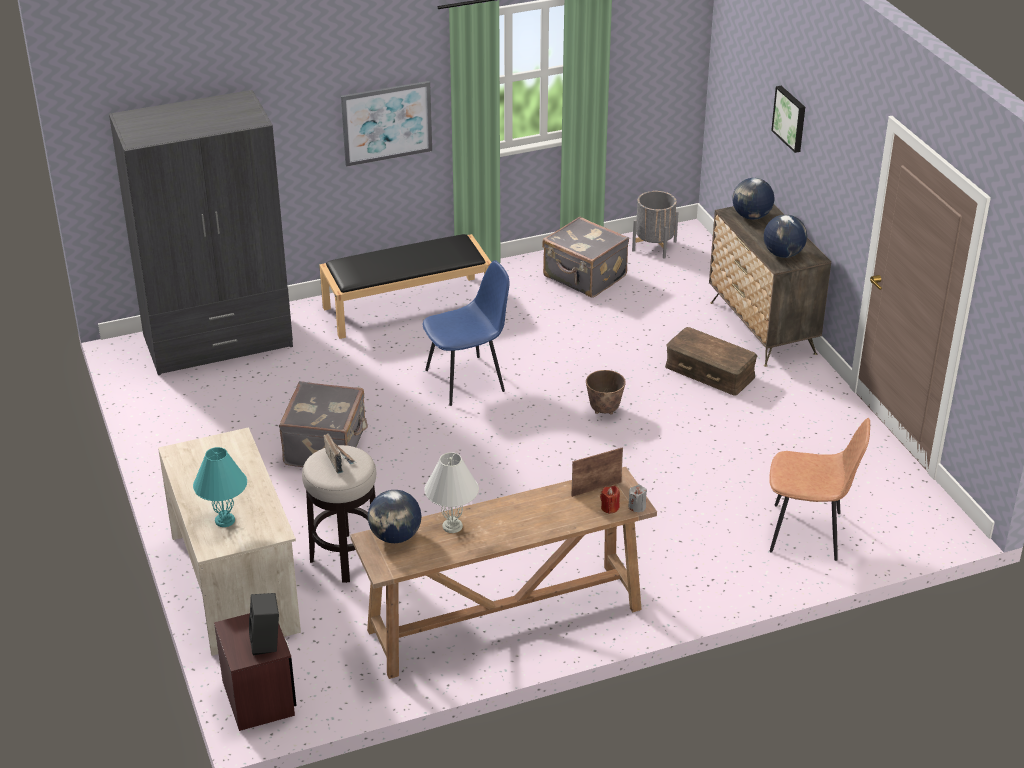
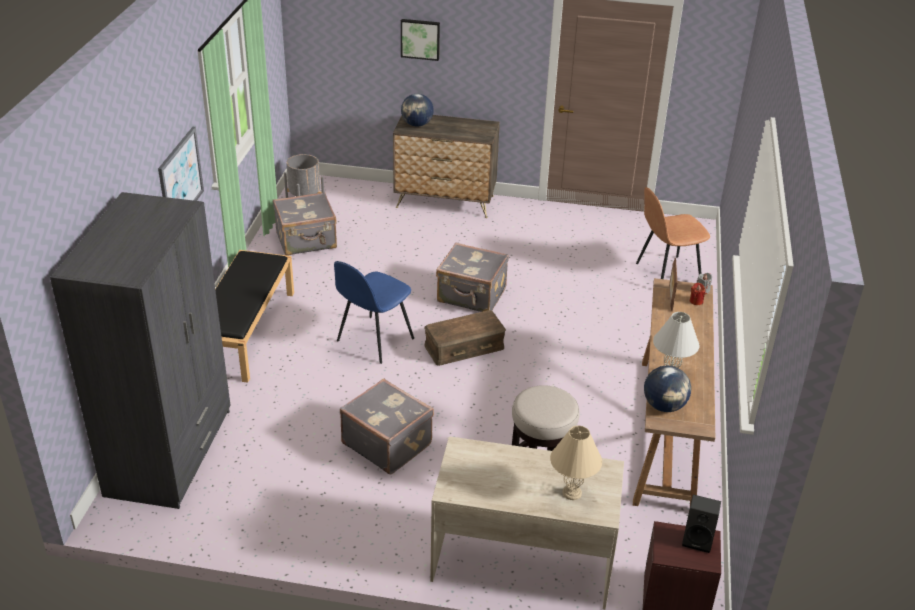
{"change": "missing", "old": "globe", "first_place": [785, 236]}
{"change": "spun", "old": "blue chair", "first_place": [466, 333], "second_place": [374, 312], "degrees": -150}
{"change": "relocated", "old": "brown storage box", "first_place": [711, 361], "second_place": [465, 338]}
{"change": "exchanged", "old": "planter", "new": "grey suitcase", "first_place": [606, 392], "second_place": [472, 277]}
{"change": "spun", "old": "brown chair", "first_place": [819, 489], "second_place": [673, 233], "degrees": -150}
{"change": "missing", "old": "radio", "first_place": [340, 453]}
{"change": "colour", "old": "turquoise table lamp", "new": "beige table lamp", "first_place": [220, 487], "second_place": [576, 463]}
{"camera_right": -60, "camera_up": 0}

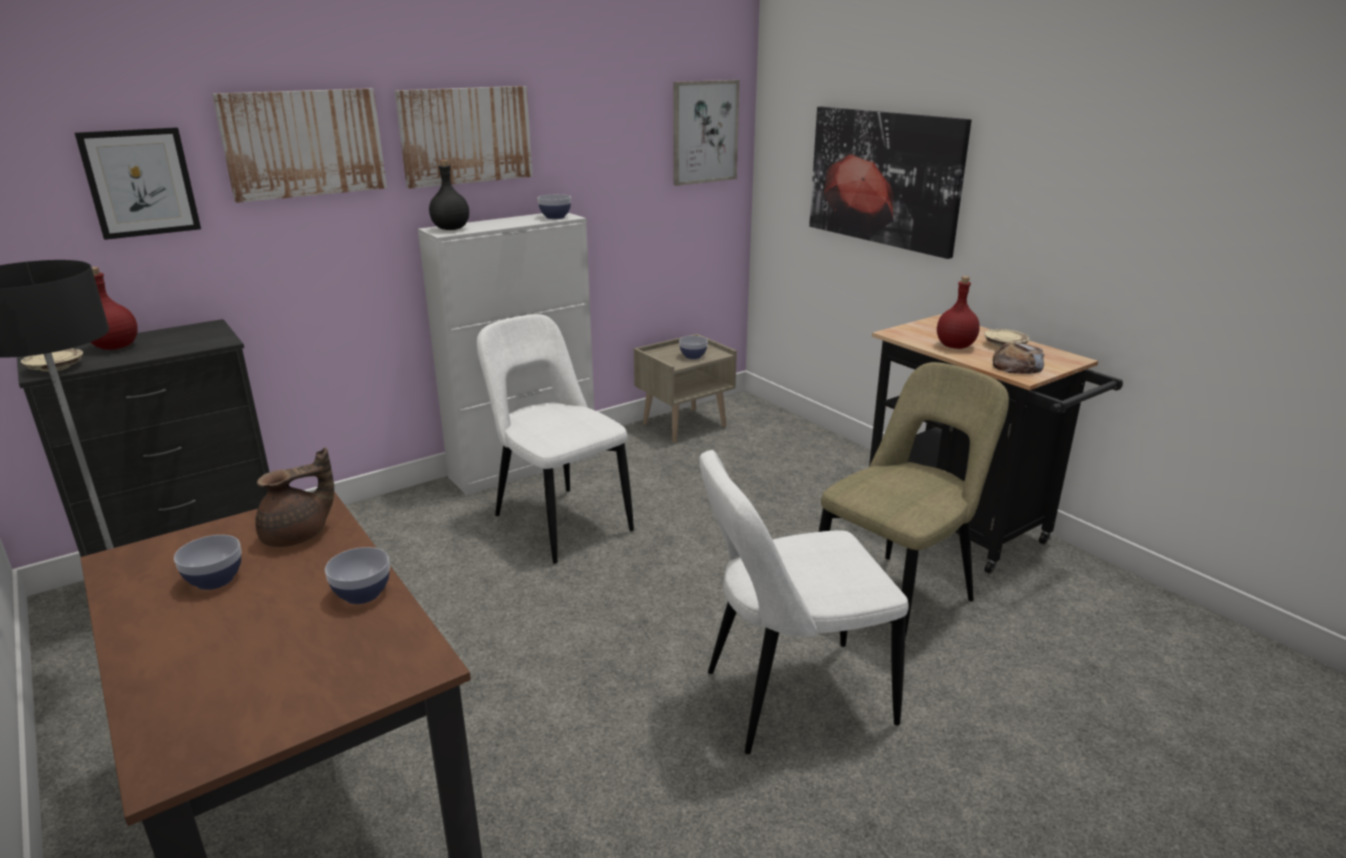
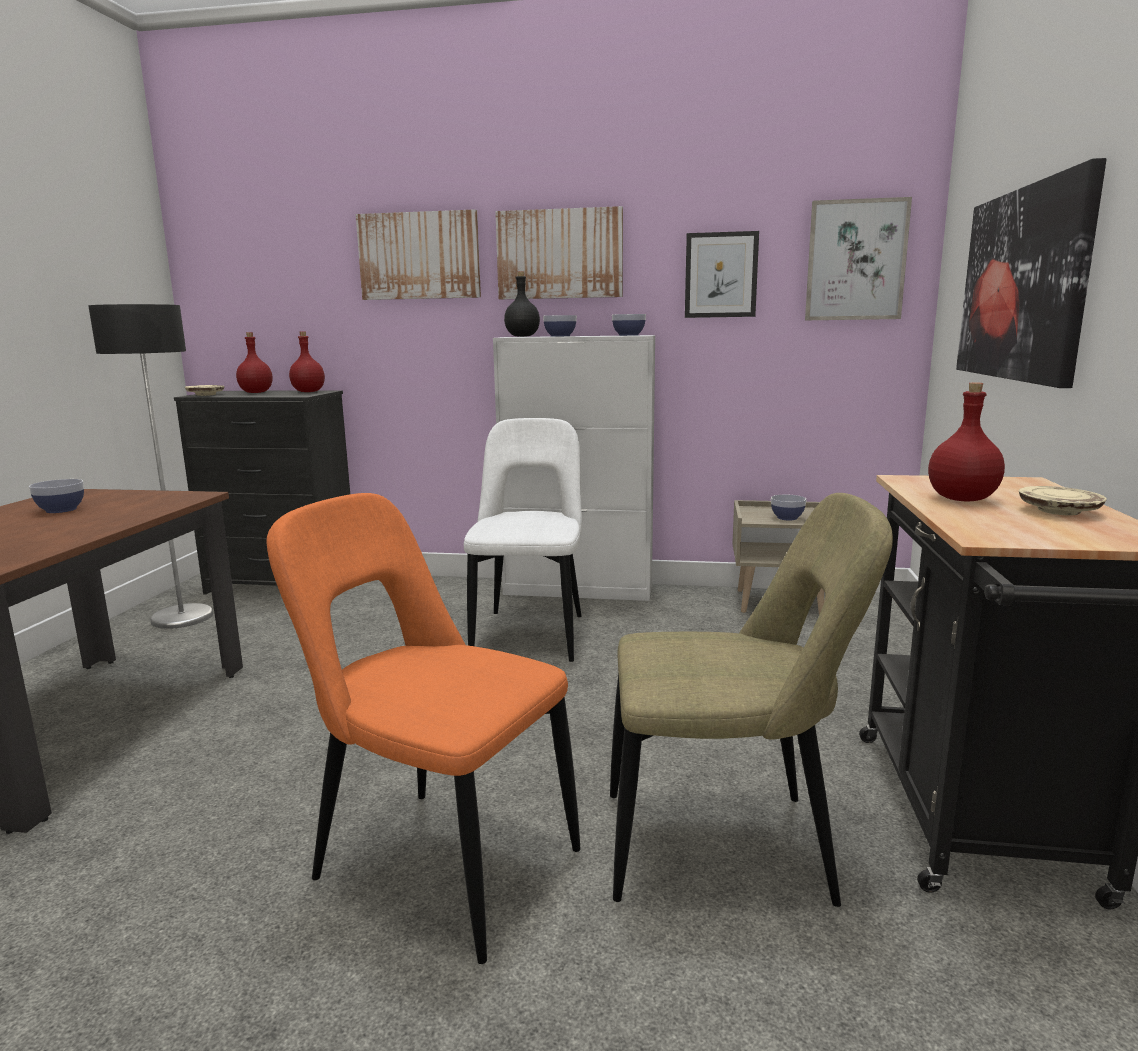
{"change": "relocated", "old": "picture", "first_place": [138, 183], "second_place": [722, 274]}
{"change": "missing", "old": "bread", "first_place": [1018, 358]}
{"change": "missing", "old": "brown teapot", "first_place": [294, 497]}
{"change": "colour", "old": "white chair", "new": "orange chair", "first_place": [804, 602], "second_place": [423, 728]}
{"change": "relocated", "old": "bowl", "first_place": [357, 575], "second_place": [560, 325]}
{"change": "appeared", "new": "red bottle", "second_place": [307, 361]}
{"camera_right": 45, "camera_up": -10}

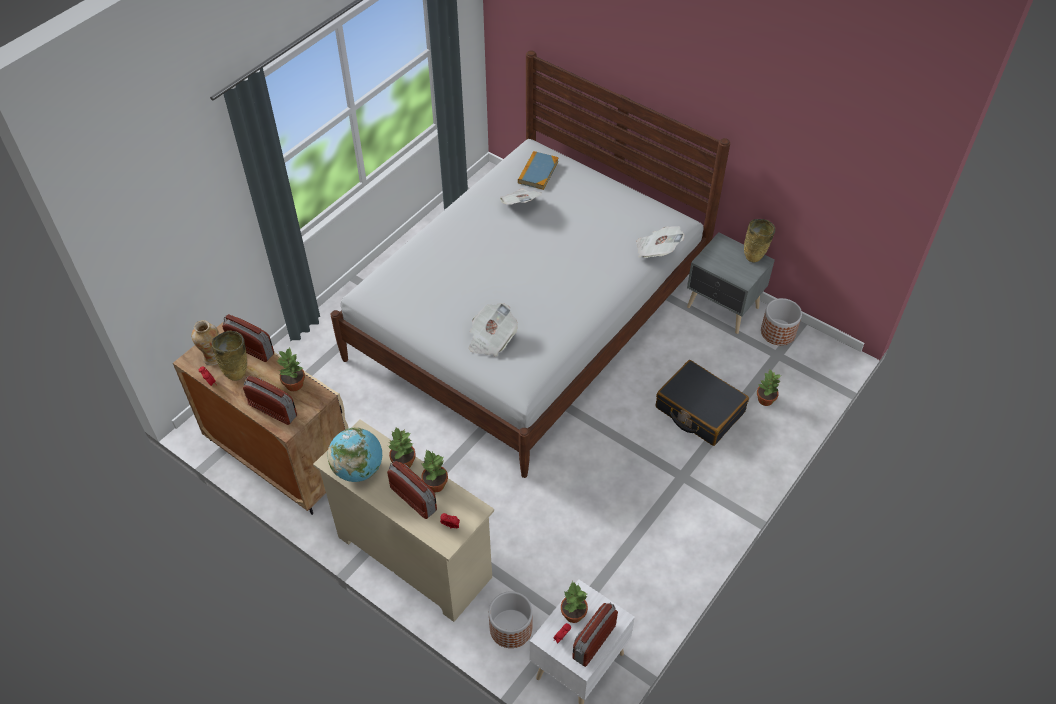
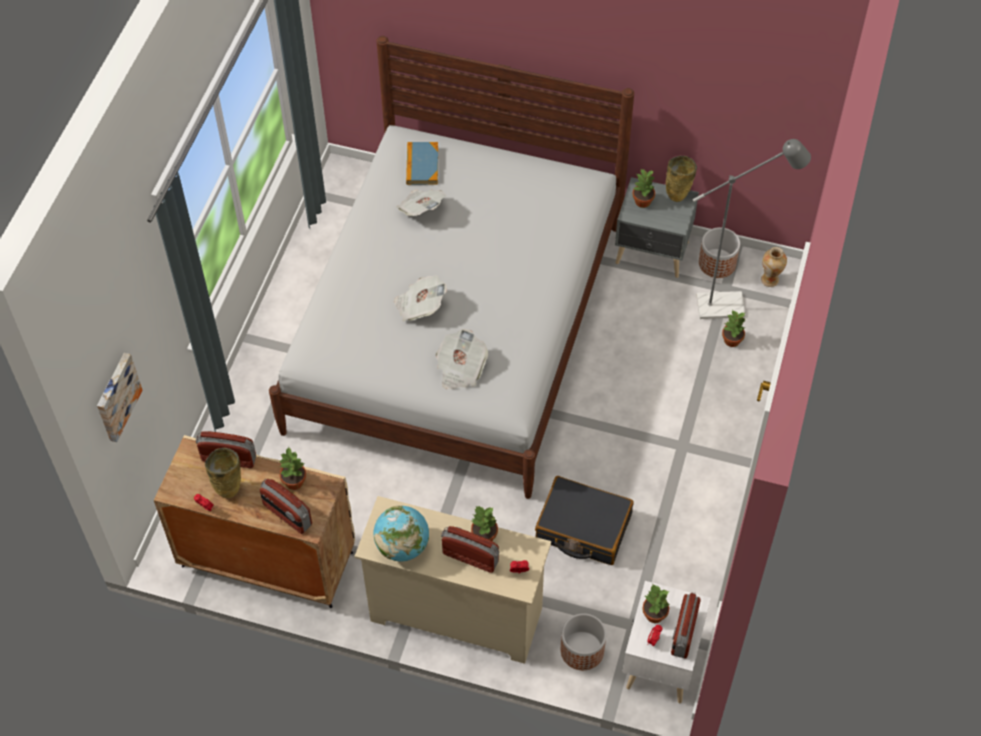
{"change": "relocated", "old": "newspaper", "first_place": [660, 242], "second_place": [420, 298]}
{"change": "relocated", "old": "vase", "first_place": [205, 343], "second_place": [774, 267]}
{"change": "relocated", "old": "black suitcase", "first_place": [702, 403], "second_place": [584, 520]}
{"change": "spun", "old": "radio", "first_place": [270, 400], "second_place": [286, 506], "degrees": -150}
{"change": "relocated", "old": "potted plant", "first_place": [402, 448], "second_place": [643, 188]}
{"change": "appeared", "new": "grey floor lamp", "second_place": [752, 229]}
{"change": "appeared", "new": "picture", "second_place": [119, 397]}
{"camera_right": -20, "camera_up": 5}

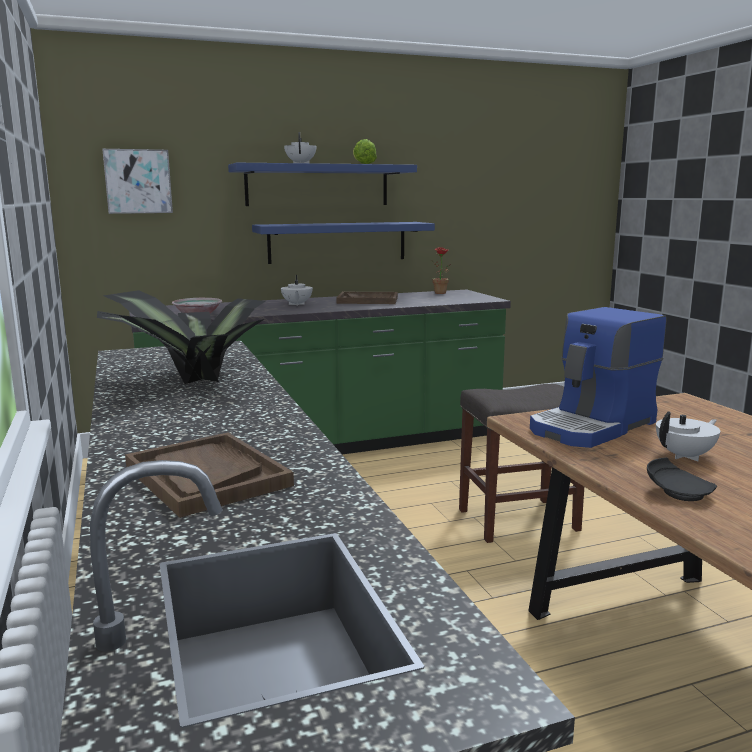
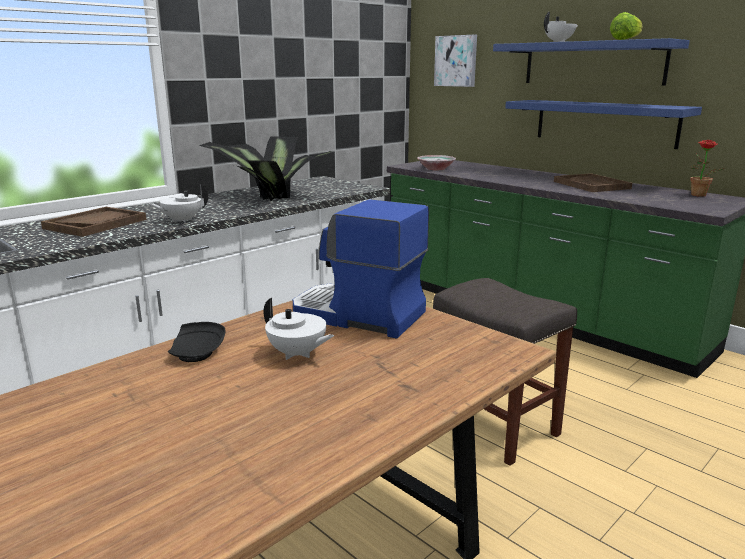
{"change": "relocated", "old": "white teapot", "first_place": [297, 290], "second_place": [178, 203]}
{"camera_right": 65, "camera_up": 5}

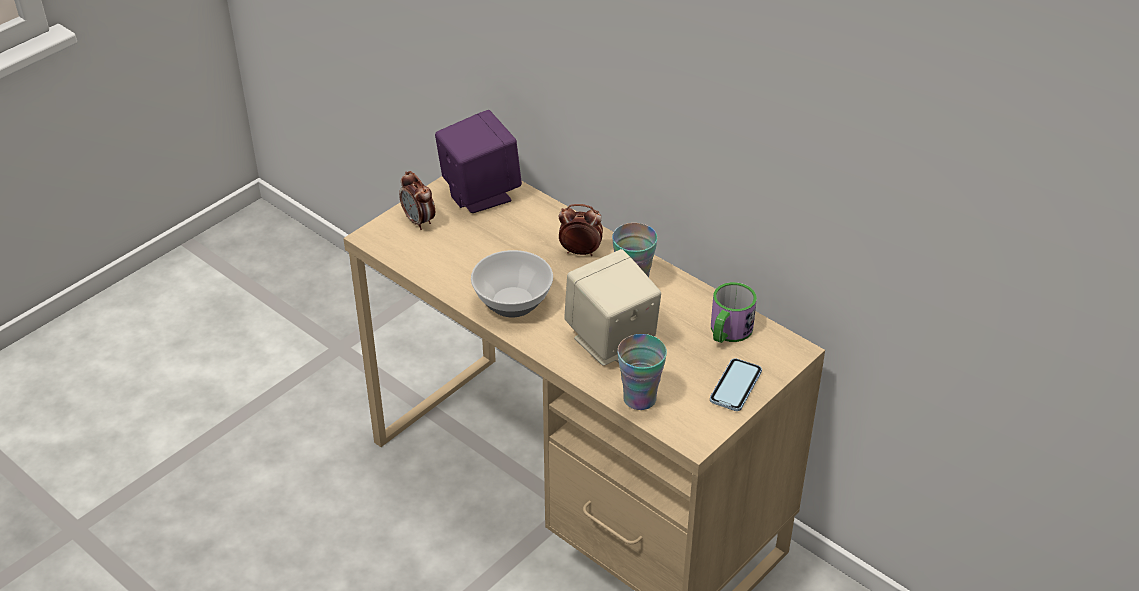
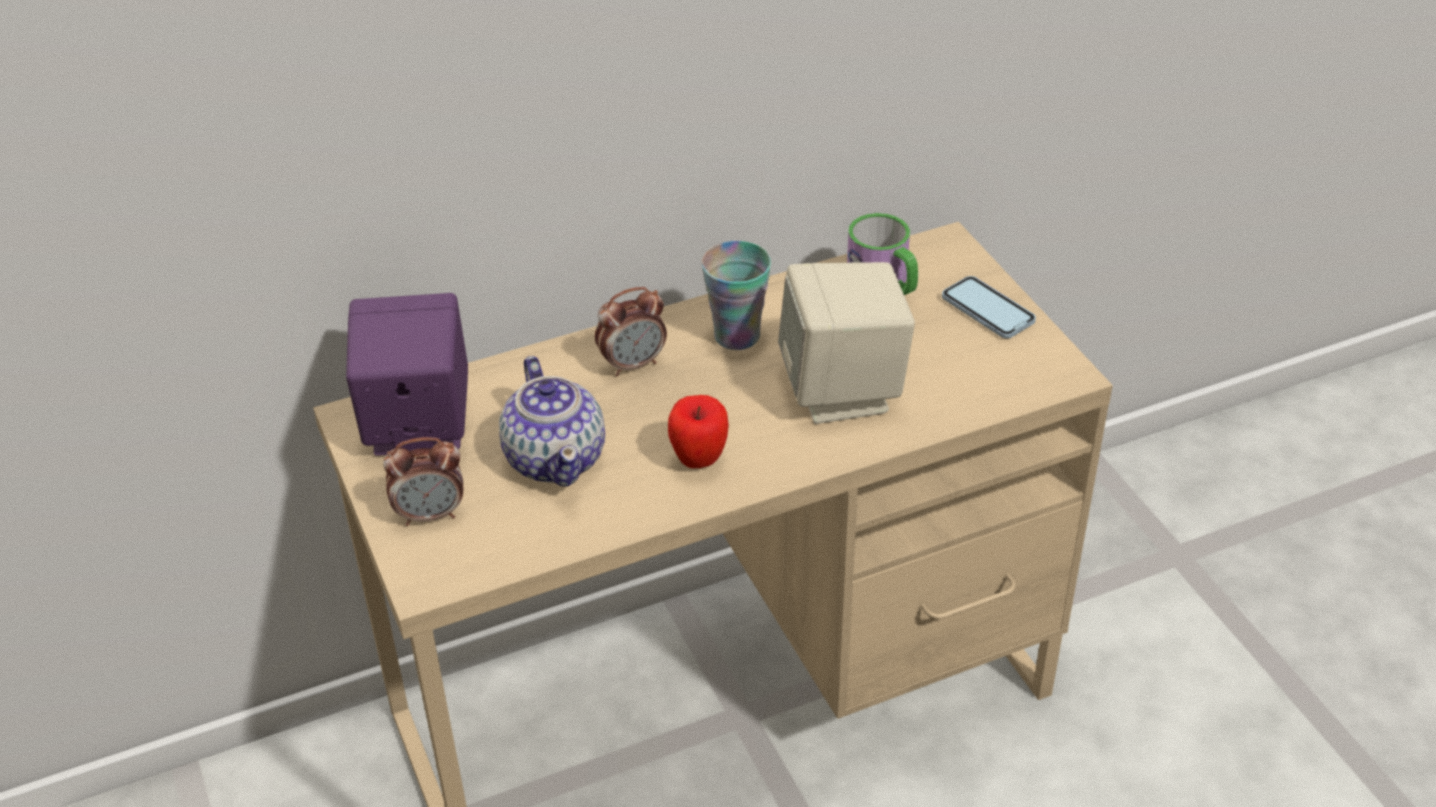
{"change": "spun", "old": "alarm clock", "first_place": [581, 230], "second_place": [631, 331], "degrees": -150}
{"change": "exchanged", "old": "bowl", "new": "apple", "first_place": [512, 283], "second_place": [698, 431]}
{"change": "missing", "old": "cup", "first_place": [642, 372]}
{"change": "appeared", "new": "teapot", "second_place": [552, 421]}
{"camera_right": -65, "camera_up": 0}

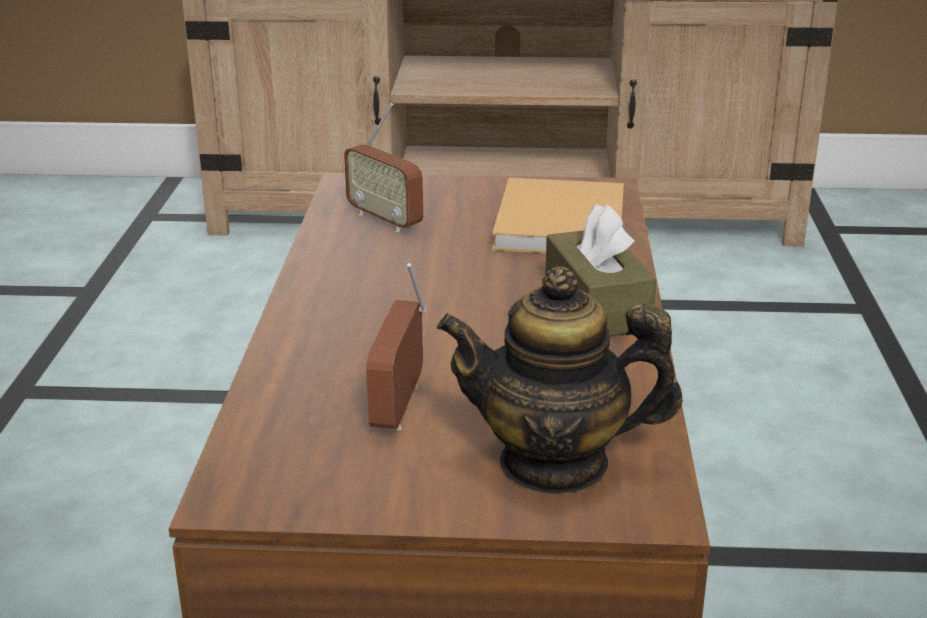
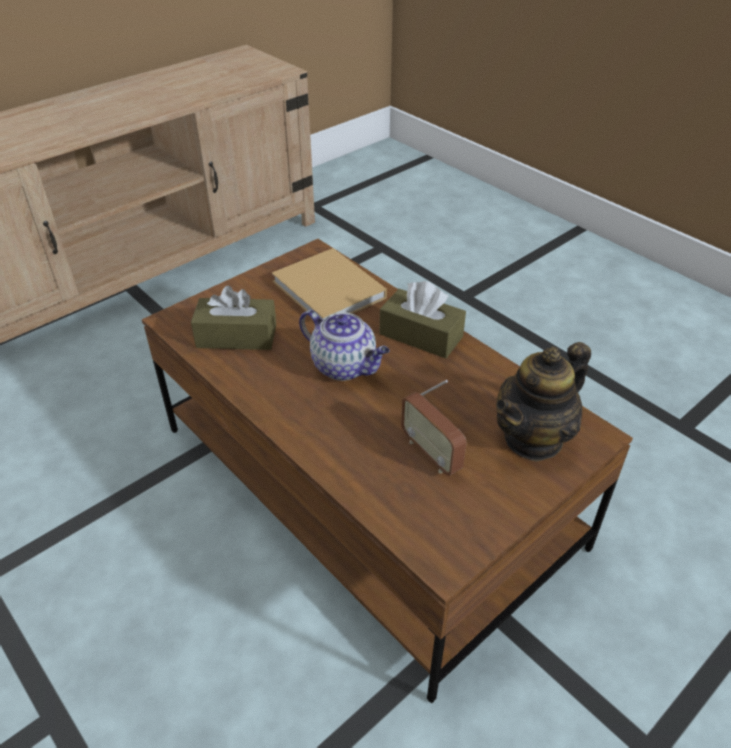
{"change": "exchanged", "old": "radio", "new": "brown tissue box", "first_place": [383, 167], "second_place": [233, 317]}
{"change": "appeared", "new": "teapot", "second_place": [344, 345]}
{"camera_right": -45, "camera_up": 15}

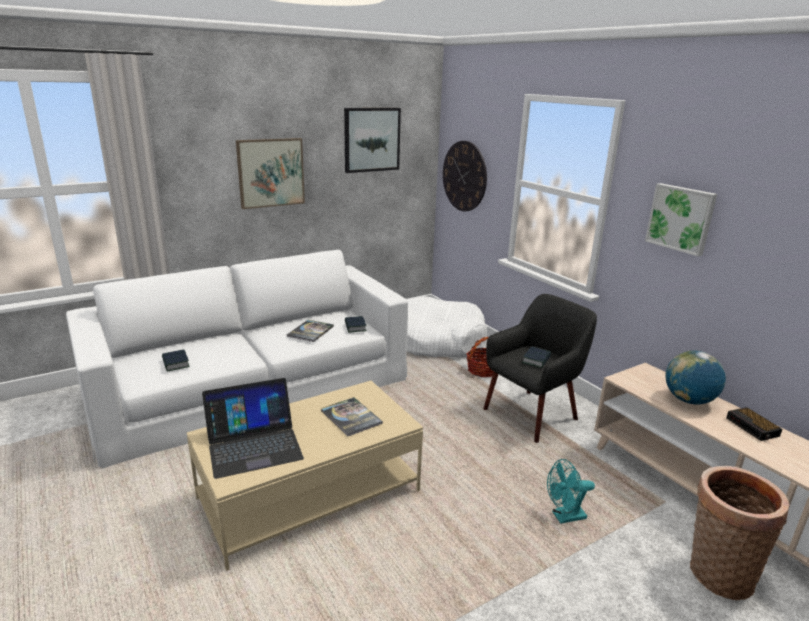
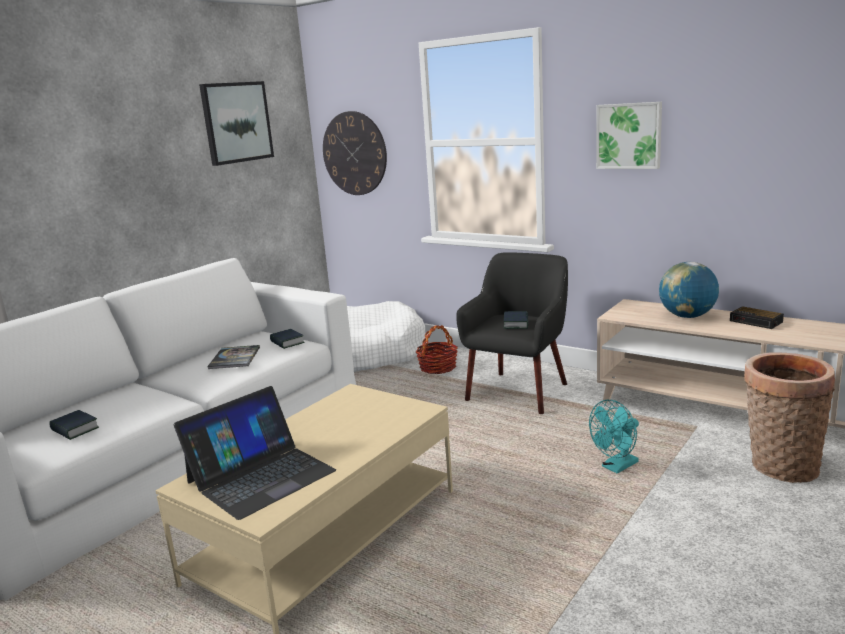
{"change": "missing", "old": "picture", "first_place": [270, 173]}
{"change": "missing", "old": "book", "first_place": [352, 416]}
{"camera_right": -20, "camera_up": -5}

